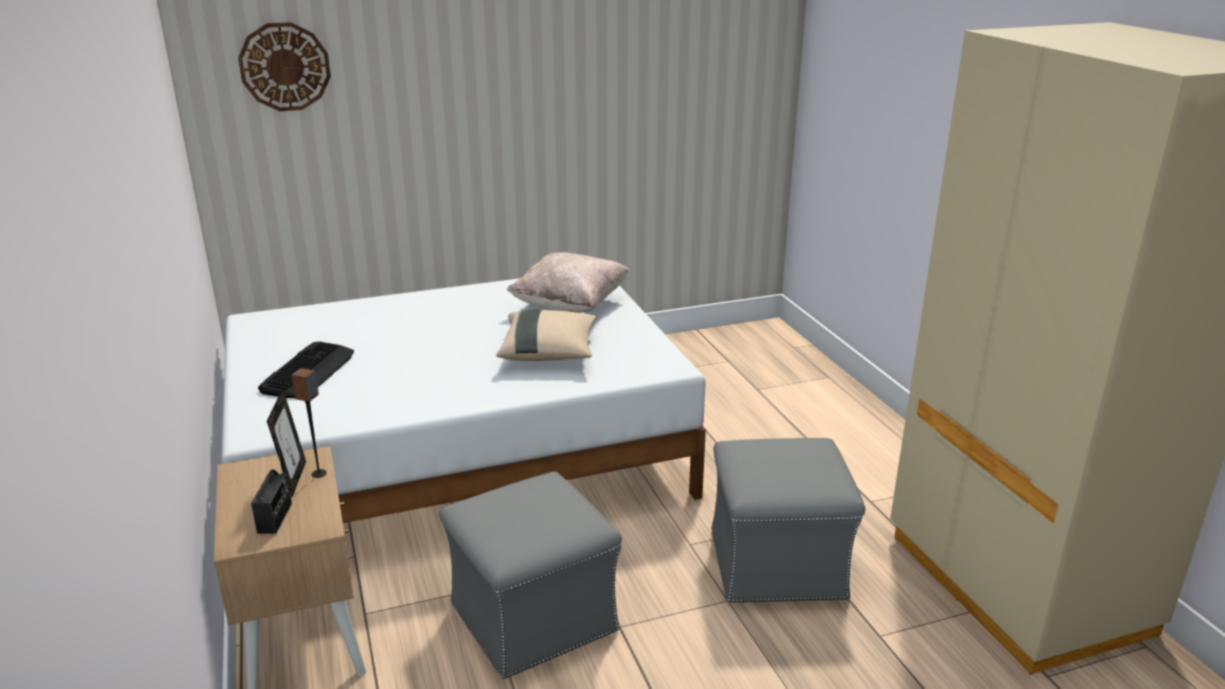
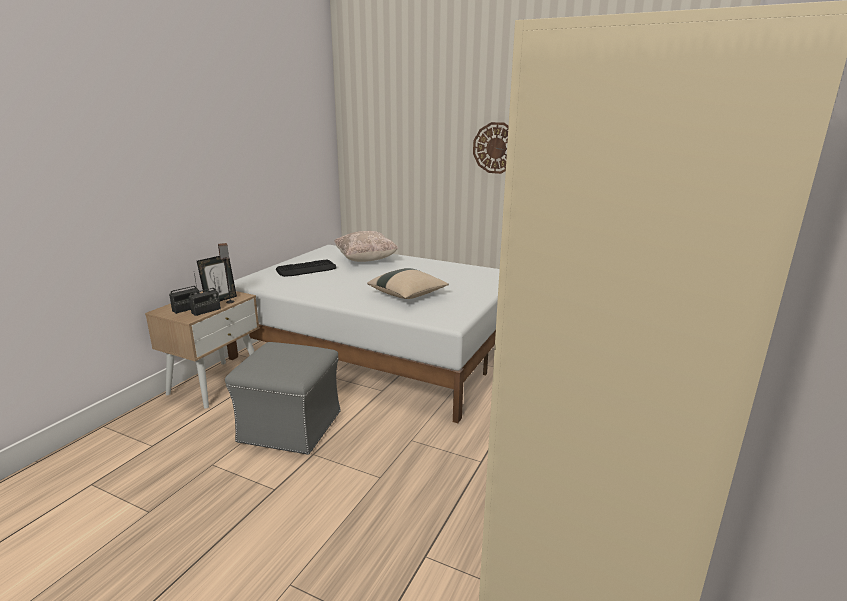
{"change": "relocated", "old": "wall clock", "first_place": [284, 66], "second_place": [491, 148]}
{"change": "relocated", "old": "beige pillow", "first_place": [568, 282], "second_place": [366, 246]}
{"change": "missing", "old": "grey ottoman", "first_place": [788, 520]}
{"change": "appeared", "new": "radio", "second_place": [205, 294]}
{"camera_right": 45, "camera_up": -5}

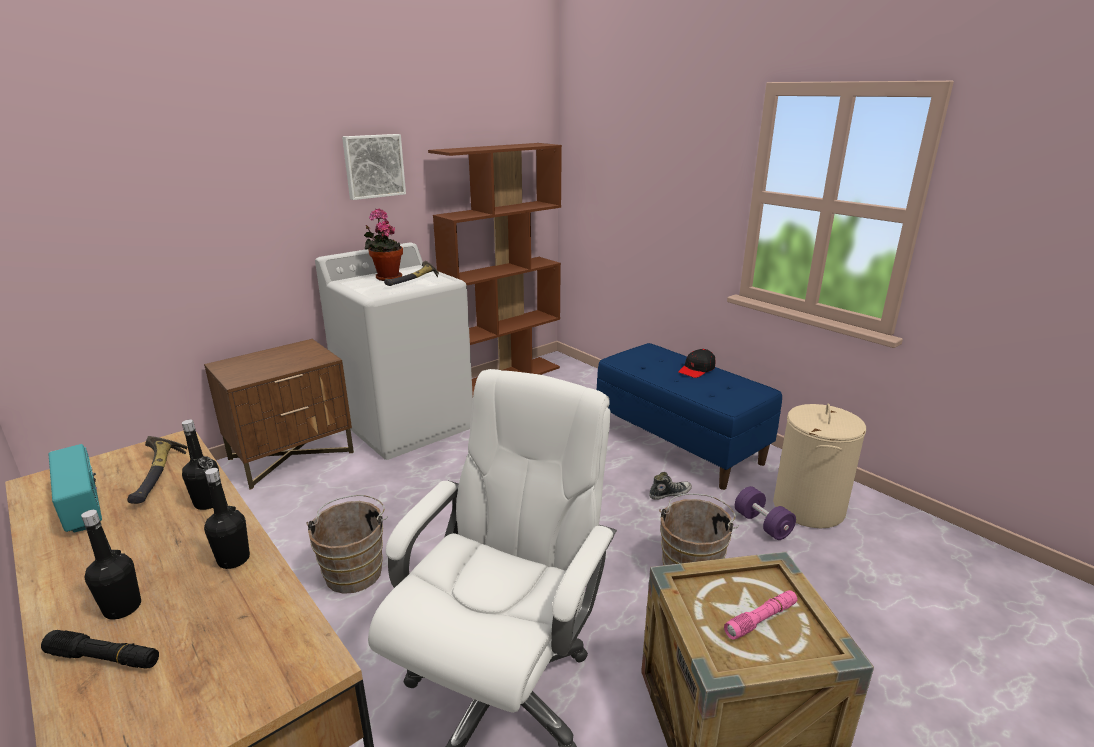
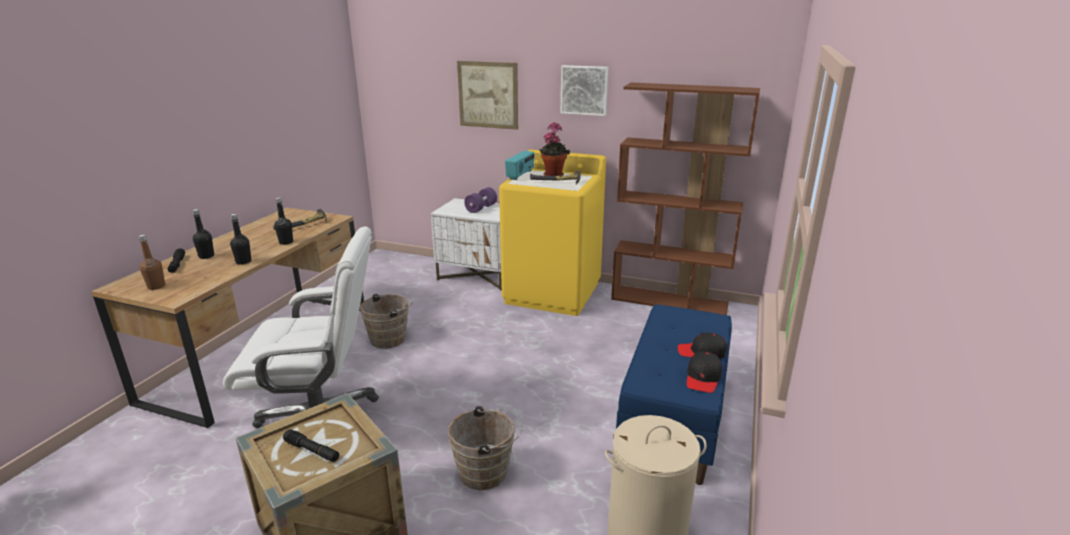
{"change": "colour", "old": "white washing machine", "new": "yellow washing machine", "first_place": [394, 351], "second_place": [552, 233]}
{"change": "colour", "old": "brown nightstand", "new": "white nightstand", "first_place": [279, 414], "second_place": [466, 244]}
{"change": "relocated", "old": "radio", "first_place": [75, 488], "second_place": [519, 165]}
{"change": "missing", "old": "shoe", "first_place": [670, 486]}
{"change": "relocated", "old": "purple dumbbell", "first_place": [765, 513], "second_place": [480, 200]}
{"change": "colour", "old": "pink flashlight", "new": "black flashlight", "first_place": [761, 615], "second_place": [311, 445]}
{"change": "appeared", "new": "picture", "second_place": [487, 95]}
{"change": "appeared", "new": "brown bottle", "second_place": [152, 262]}
{"change": "appeared", "new": "black cap", "second_place": [704, 372]}
{"camera_right": 60, "camera_up": 0}

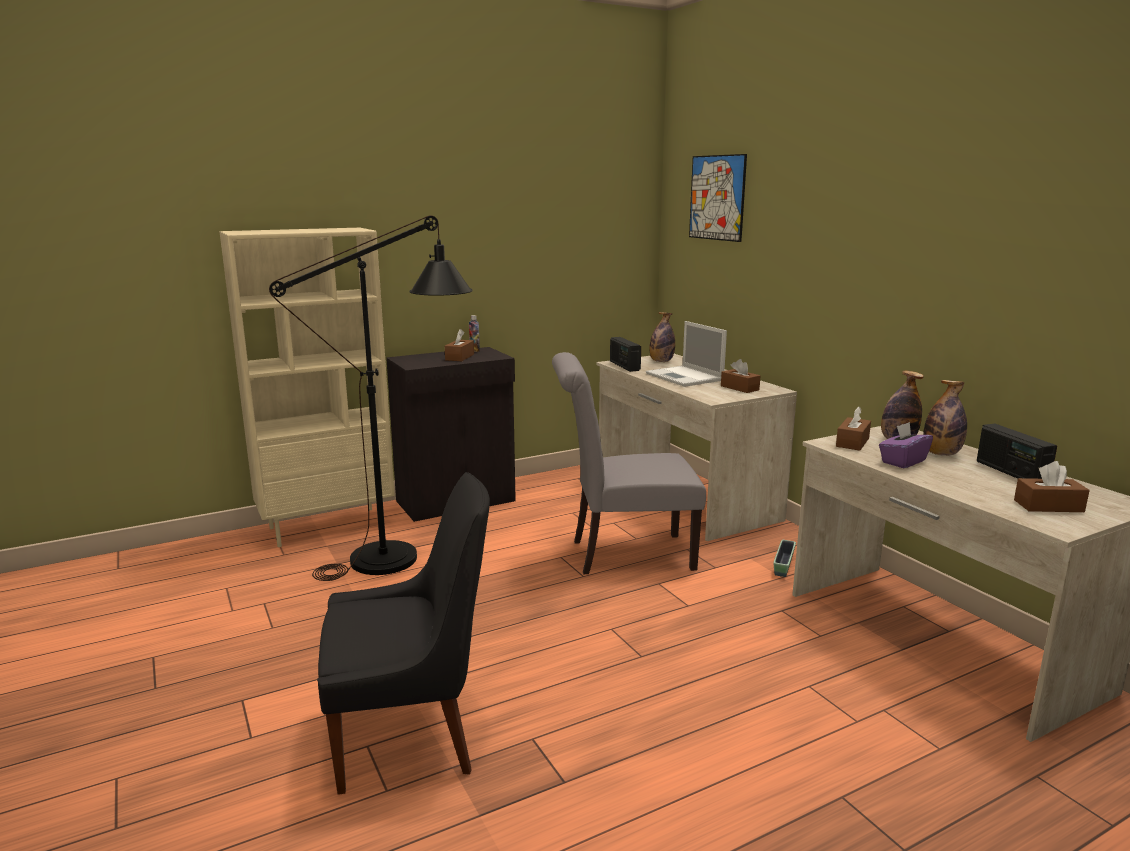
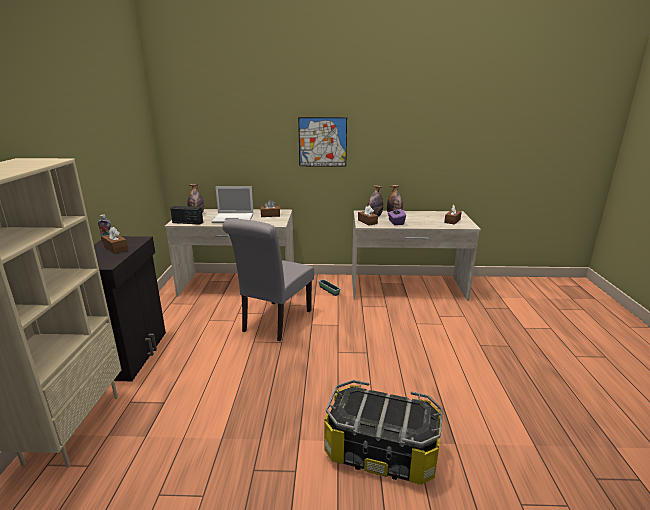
{"change": "relocated", "old": "picture", "first_place": [718, 198], "second_place": [322, 142]}
{"change": "missing", "old": "black floor lamp", "first_place": [371, 398]}
{"change": "missing", "old": "radio", "first_place": [1017, 451]}
{"change": "exchanged", "old": "black chair", "new": "storage box", "first_place": [403, 633], "second_place": [383, 432]}
{"camera_right": -60, "camera_up": 5}

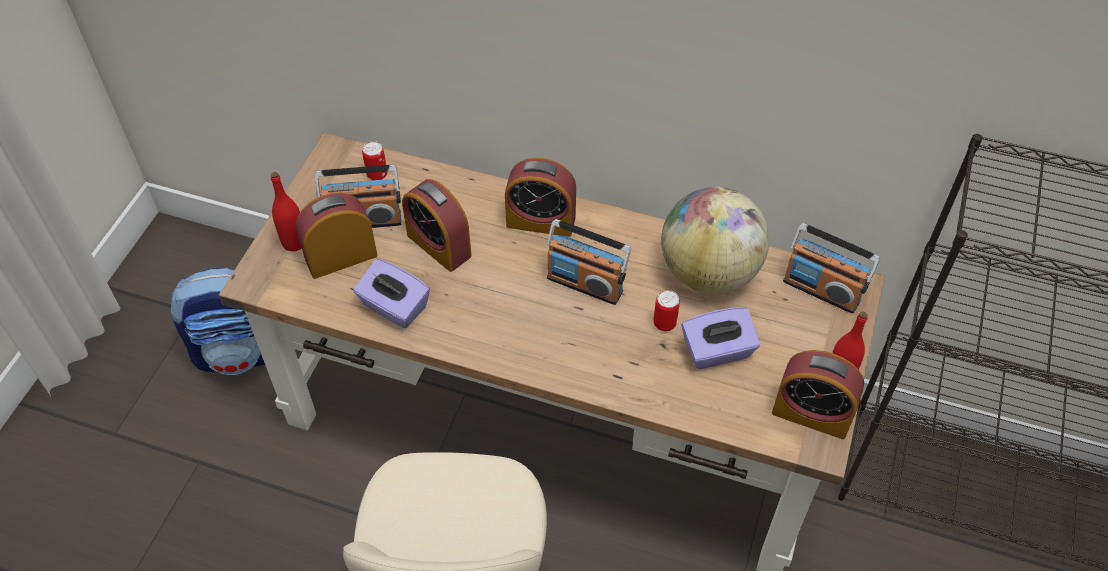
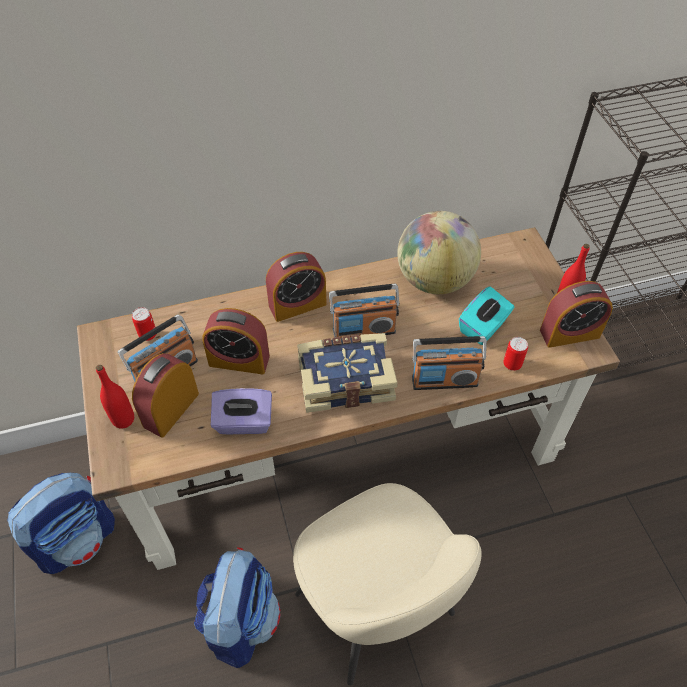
{"change": "relocated", "old": "radio", "first_place": [831, 268], "second_place": [449, 363]}
{"change": "relocated", "old": "can", "first_place": [666, 310], "second_place": [515, 354]}
{"change": "colour", "old": "purple tissue box", "new": "turquoise tissue box", "first_place": [721, 338], "second_place": [486, 315]}
{"change": "appeared", "new": "book", "second_place": [347, 373]}
{"change": "appeared", "new": "backpack", "second_place": [237, 608]}
{"camera_right": -35, "camera_up": 0}

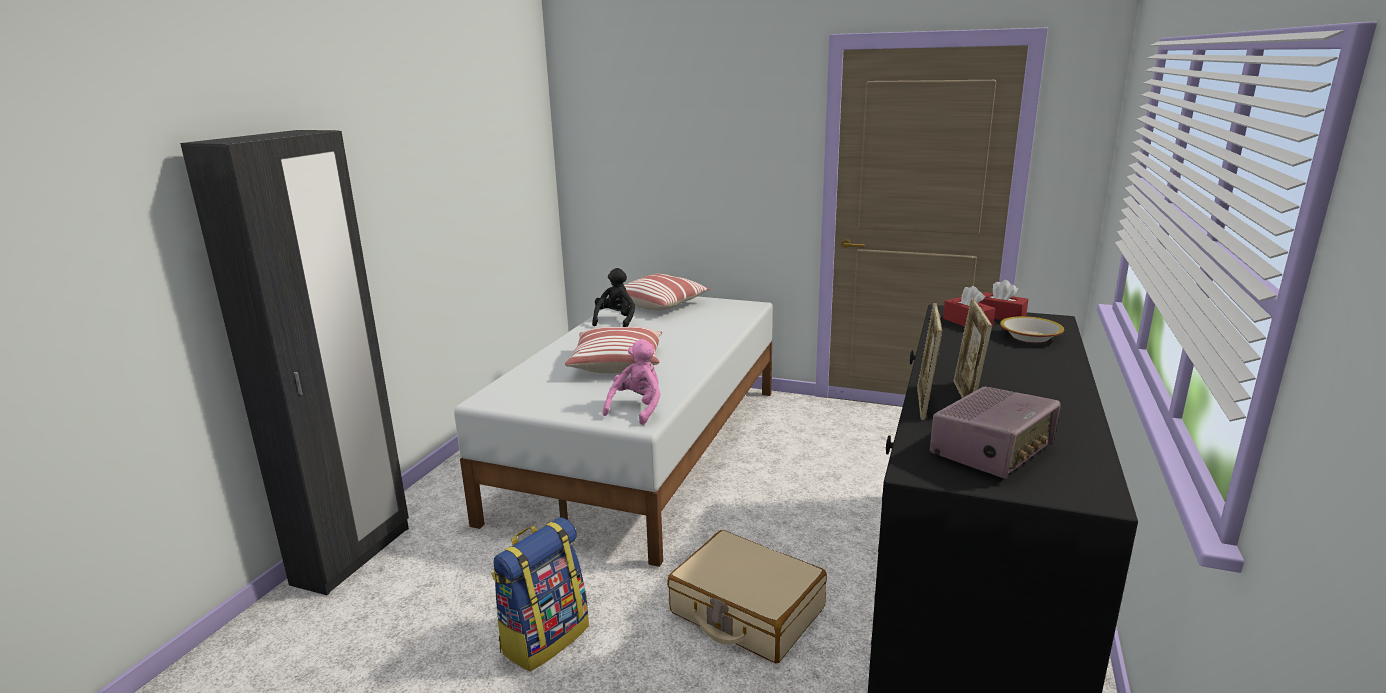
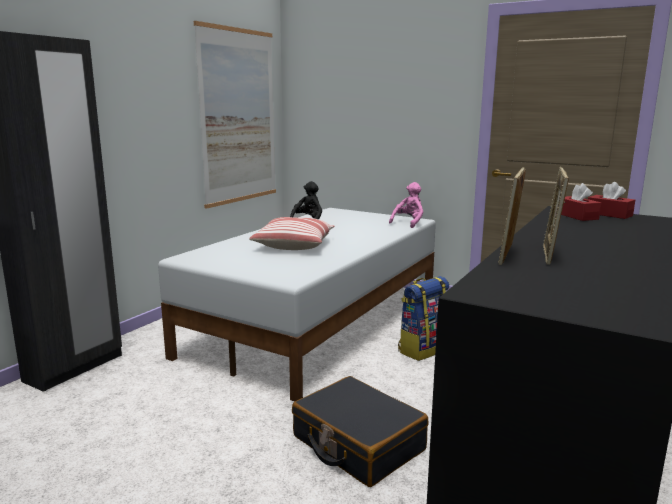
{"change": "missing", "old": "pillow", "first_place": [667, 292]}
{"change": "missing", "old": "bowl", "first_place": [1032, 329]}
{"change": "relocated", "old": "pink plush toy", "first_place": [632, 382], "second_place": [406, 205]}
{"change": "missing", "old": "radio", "first_place": [995, 433]}
{"change": "relocated", "old": "backpack", "first_place": [540, 594], "second_place": [423, 318]}
{"change": "colour", "old": "beige suitcase", "new": "black suitcase", "first_place": [747, 596], "second_place": [360, 431]}
{"change": "appeared", "new": "picture", "second_place": [235, 115]}
{"camera_right": 10, "camera_up": -5}

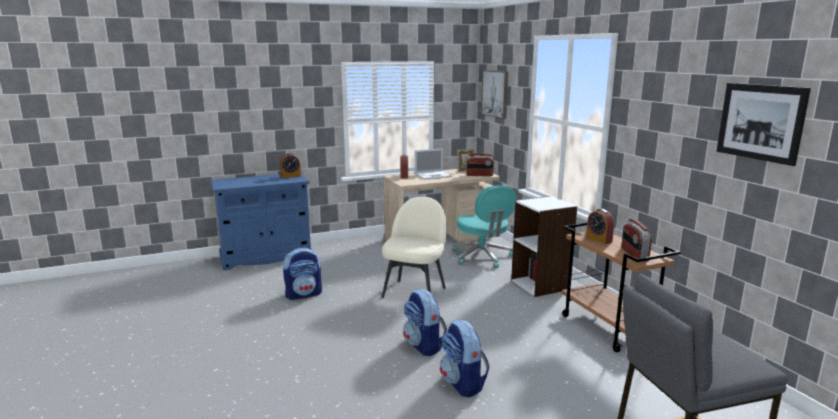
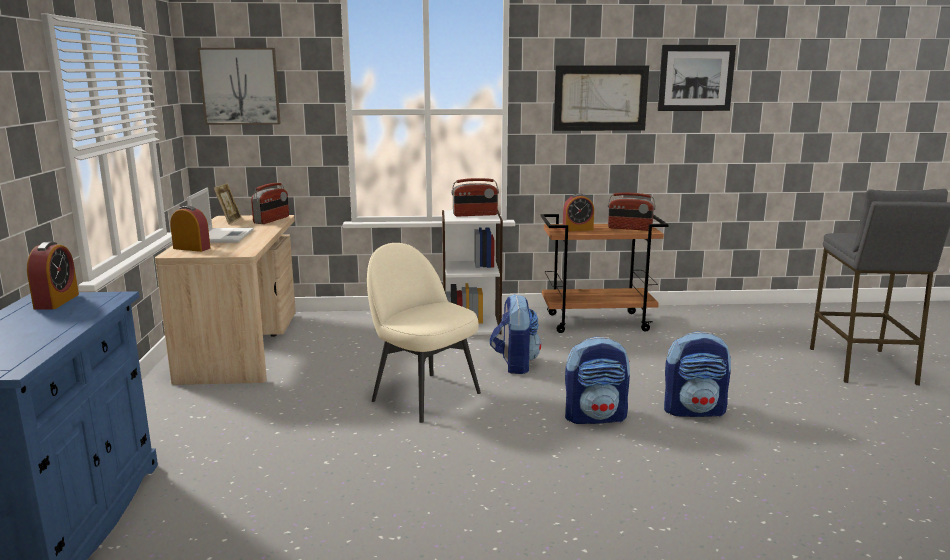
{"change": "missing", "old": "turquoise office chair", "first_place": [484, 226]}
{"change": "relocated", "old": "backpack", "first_place": [302, 274], "second_place": [515, 334]}
{"change": "appeared", "new": "picture", "second_place": [601, 98]}
{"change": "appeared", "new": "radio", "second_place": [475, 197]}
{"camera_right": -70, "camera_up": 0}

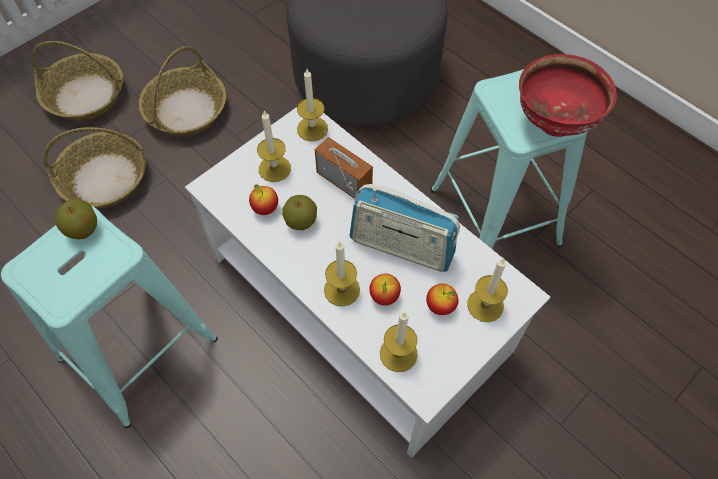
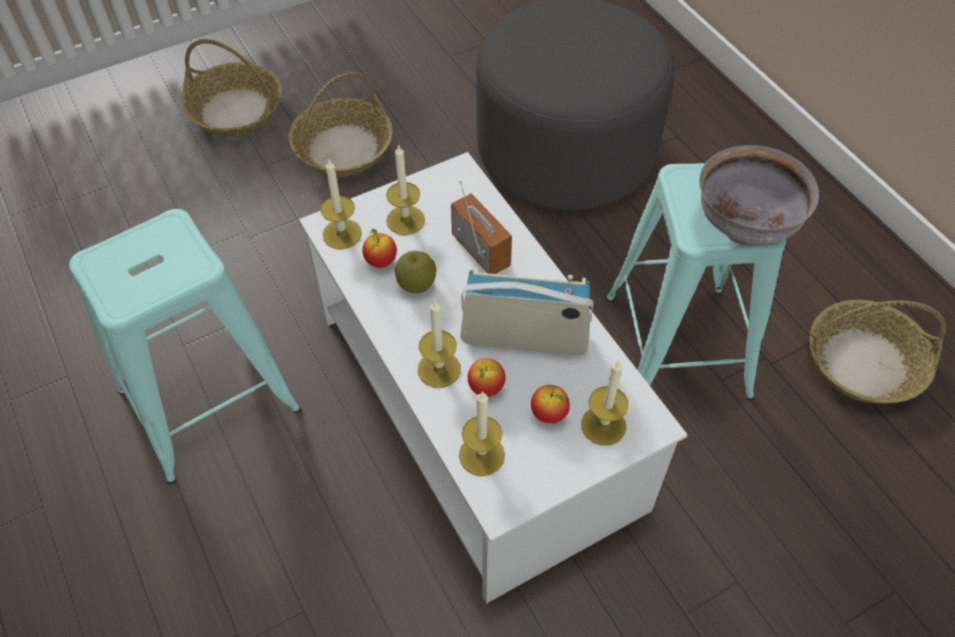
{"change": "colour", "old": "red bowl", "new": "grey bowl", "first_place": [568, 95], "second_place": [759, 195]}
{"change": "relocated", "old": "candle", "first_place": [312, 105], "second_place": [341, 203]}
{"change": "relocated", "old": "basket", "first_place": [94, 167], "second_place": [877, 351]}
{"change": "spun", "old": "radio", "first_place": [404, 228], "second_place": [527, 311], "degrees": 150}
{"change": "missing", "old": "apple", "first_place": [76, 219]}
{"camera_right": 15, "camera_up": -5}

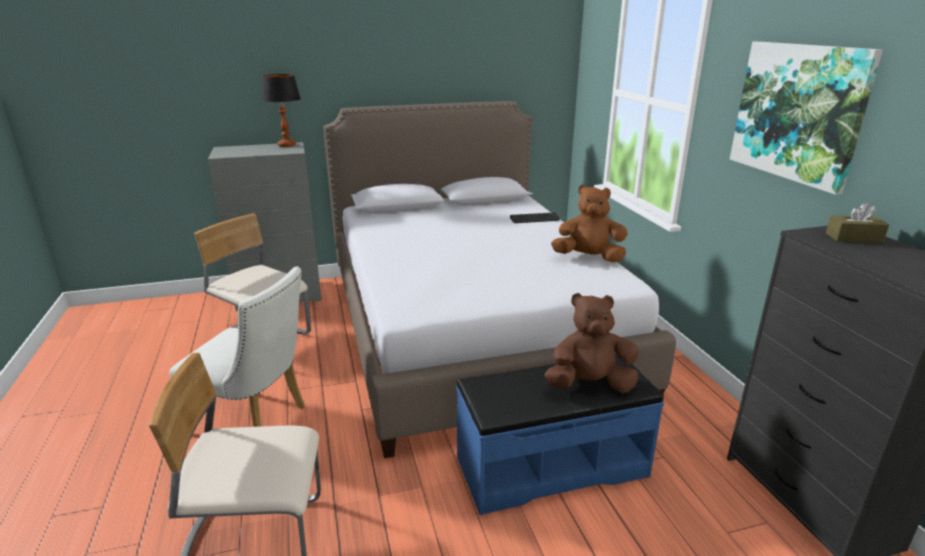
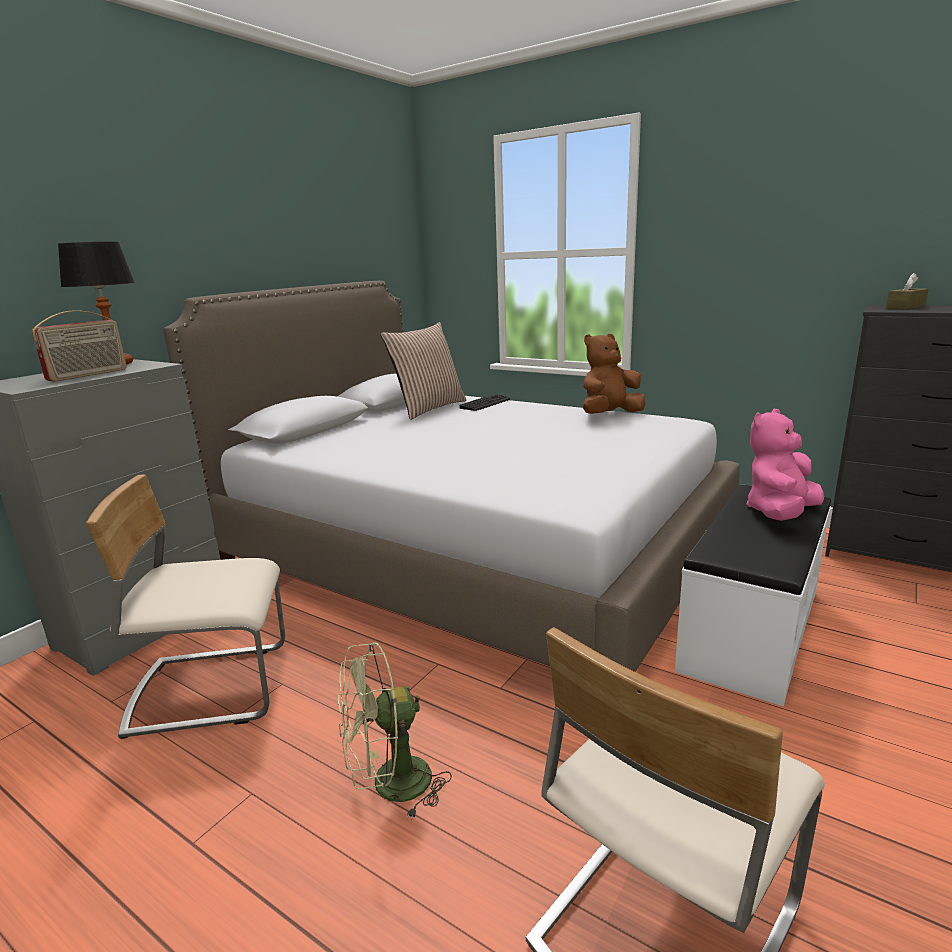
{"change": "missing", "old": "picture", "first_place": [806, 118]}
{"change": "exchanged", "old": "white chair", "new": "green fan", "first_place": [237, 347], "second_place": [395, 731]}
{"change": "colour", "old": "brown plush toy", "new": "pink plush toy", "first_place": [592, 343], "second_place": [785, 465]}
{"change": "colour", "old": "blue bench", "new": "white bench", "first_place": [560, 434], "second_place": [753, 596]}
{"change": "appeared", "new": "radio", "second_place": [79, 346]}
{"change": "appeared", "new": "pillow", "second_place": [423, 371]}
{"camera_right": -40, "camera_up": -5}

